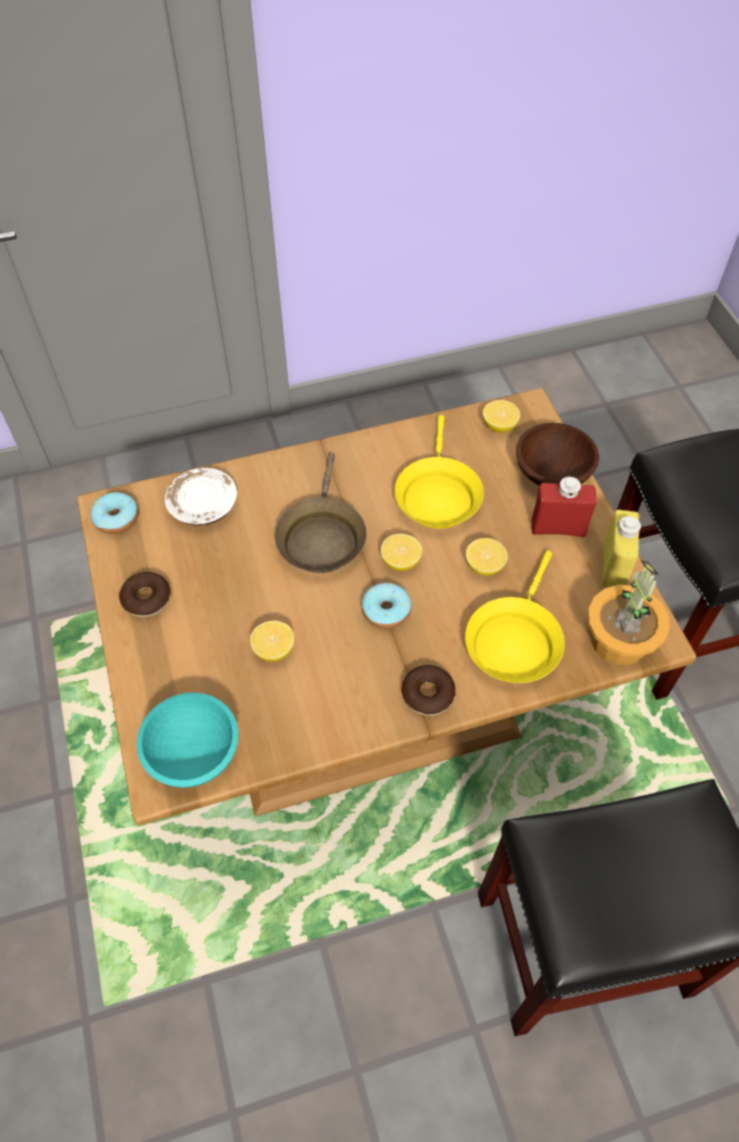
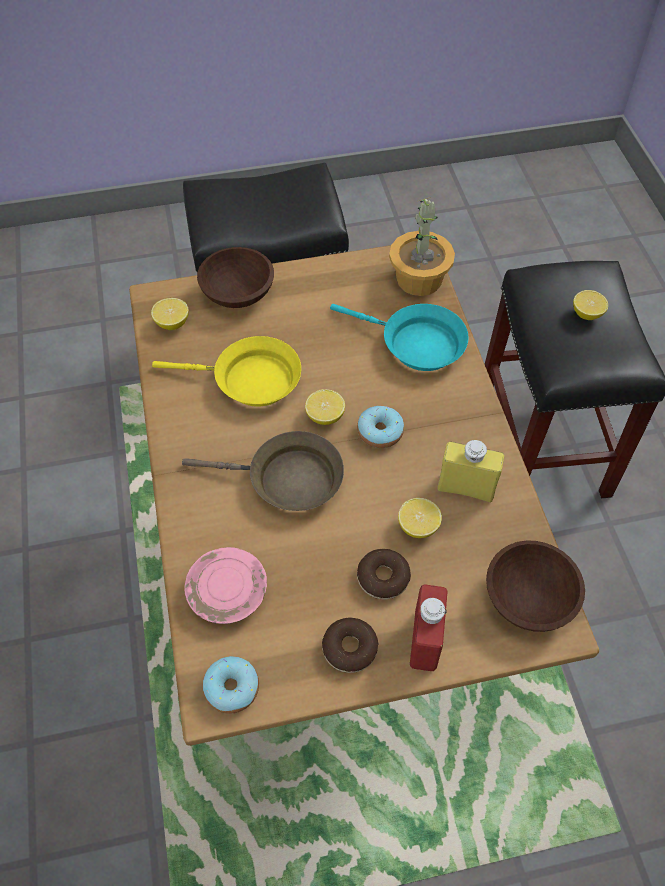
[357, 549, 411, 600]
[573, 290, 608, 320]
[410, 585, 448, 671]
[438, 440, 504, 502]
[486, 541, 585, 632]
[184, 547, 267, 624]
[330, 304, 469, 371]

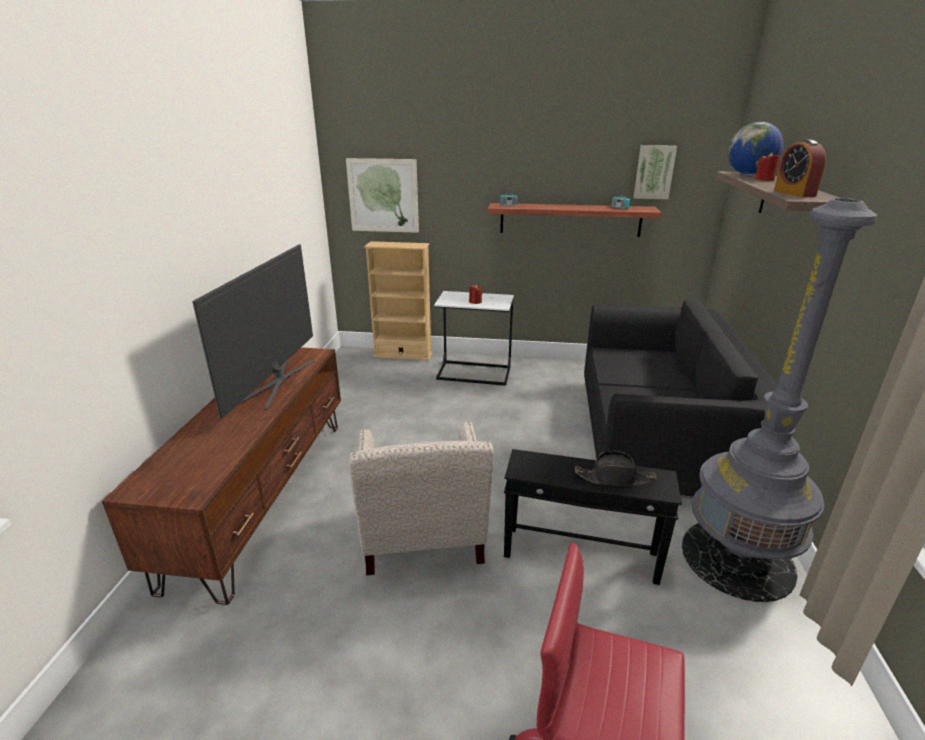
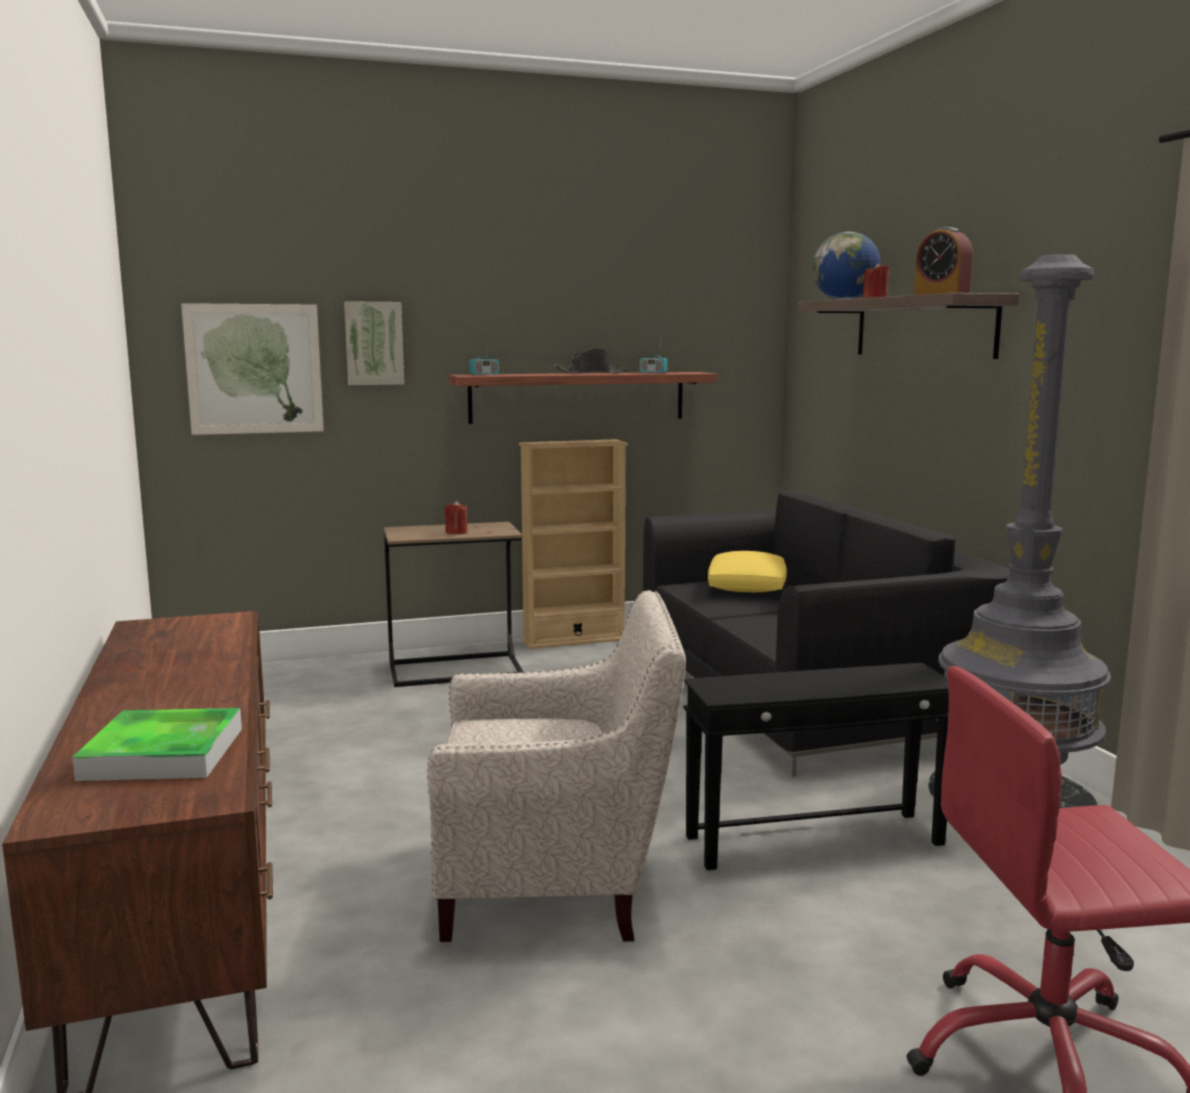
[192, 244, 315, 418] (first image)
[72, 708, 242, 781]
[708, 551, 787, 592]
[519, 439, 628, 649]
[554, 348, 628, 374]
[344, 301, 404, 385]
[384, 522, 524, 687]
[427, 590, 686, 942]

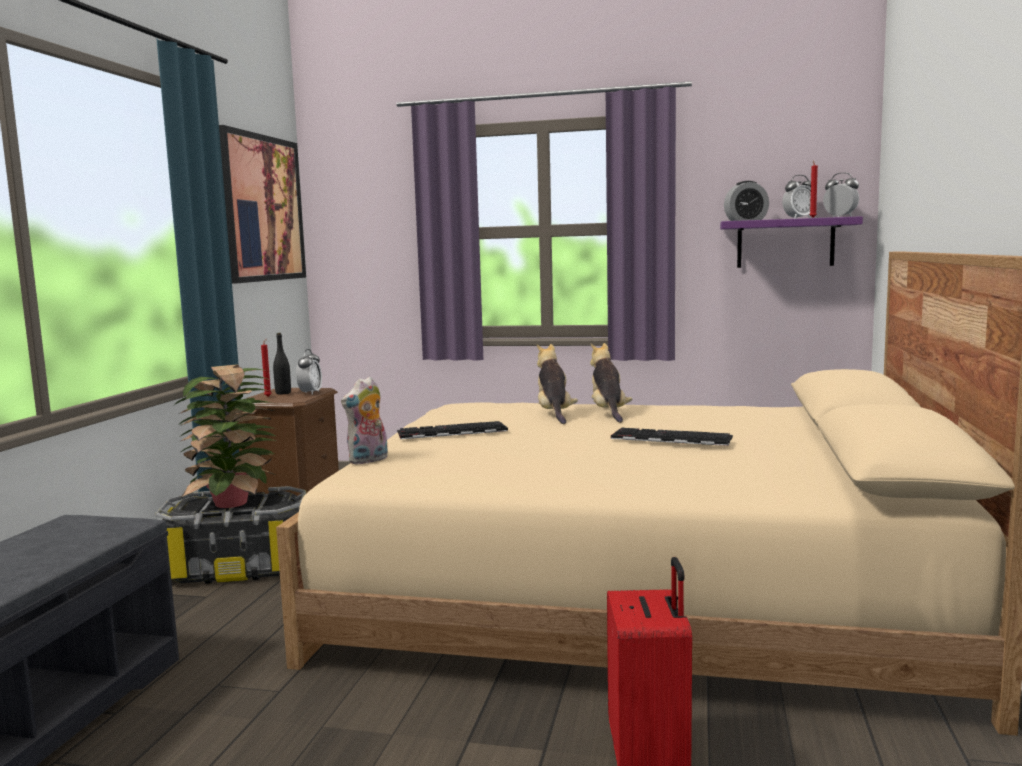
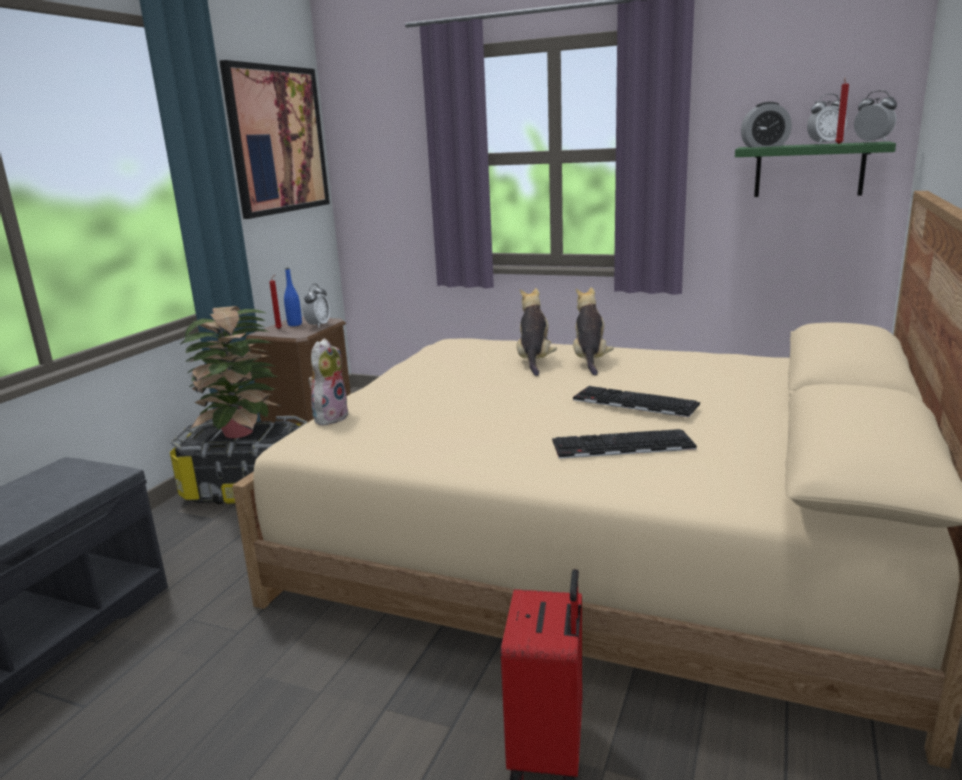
[552, 429, 697, 459]
[284, 268, 302, 326]
[735, 142, 896, 197]
[308, 338, 348, 425]

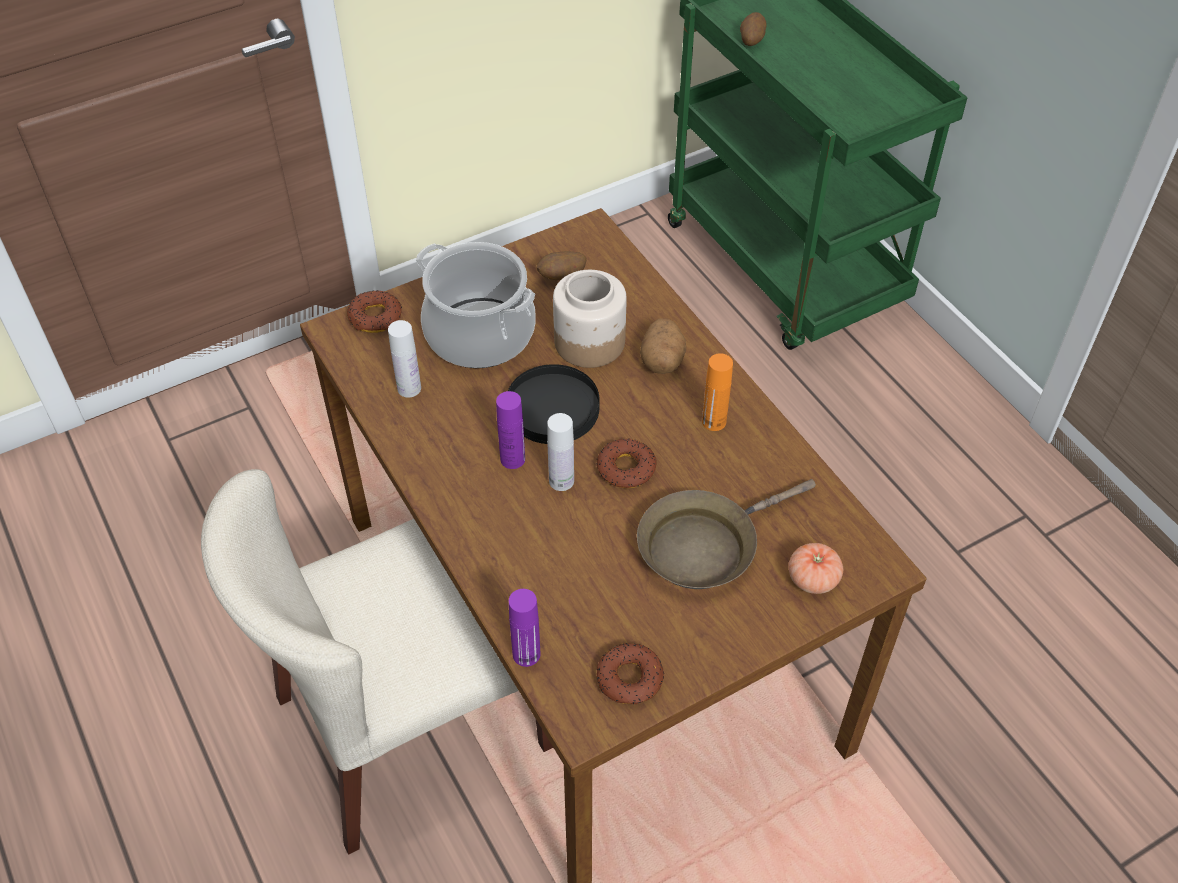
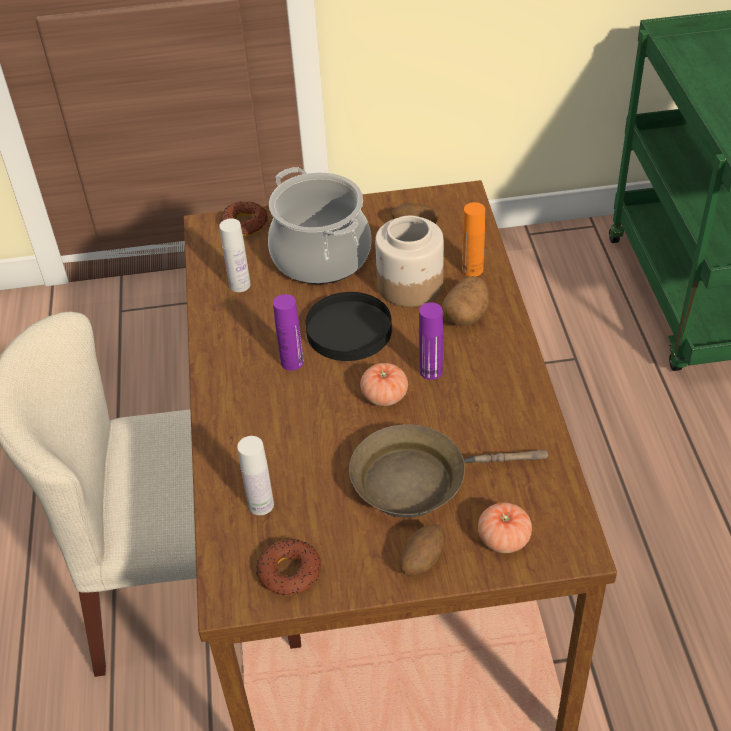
[419, 302, 443, 380]
[237, 436, 274, 515]
[462, 202, 485, 277]
[399, 524, 445, 576]
[360, 363, 408, 406]

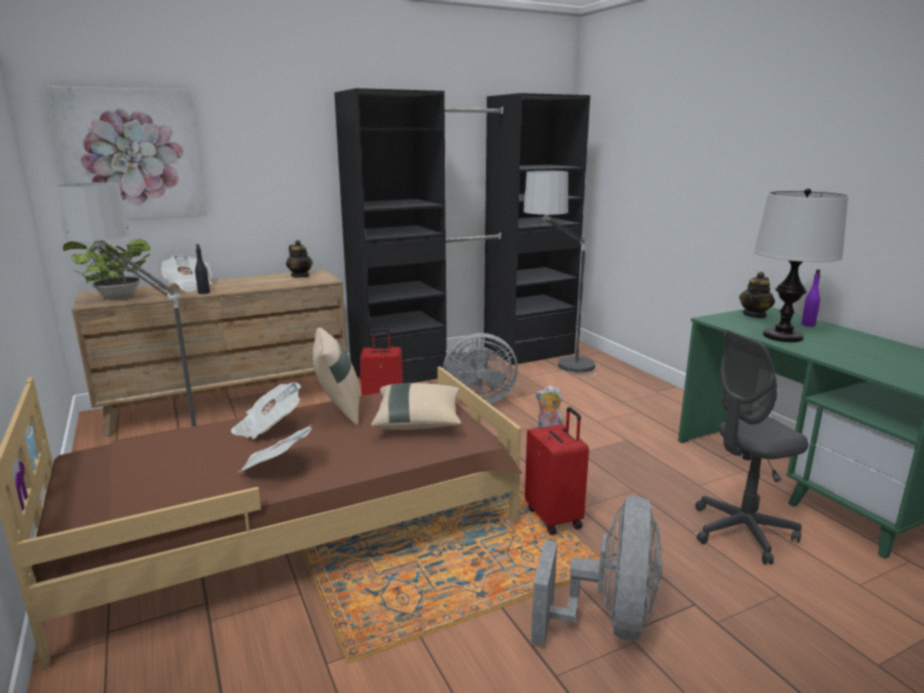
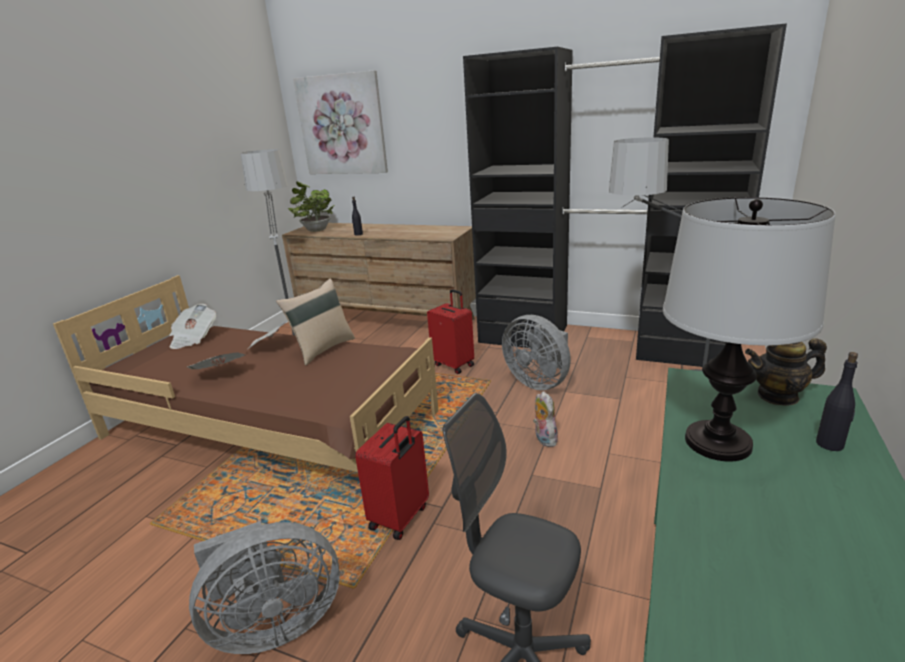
[286, 240, 313, 277] (first image)
[371, 383, 461, 430] (first image)
[169, 304, 216, 349]
[816, 352, 858, 451]

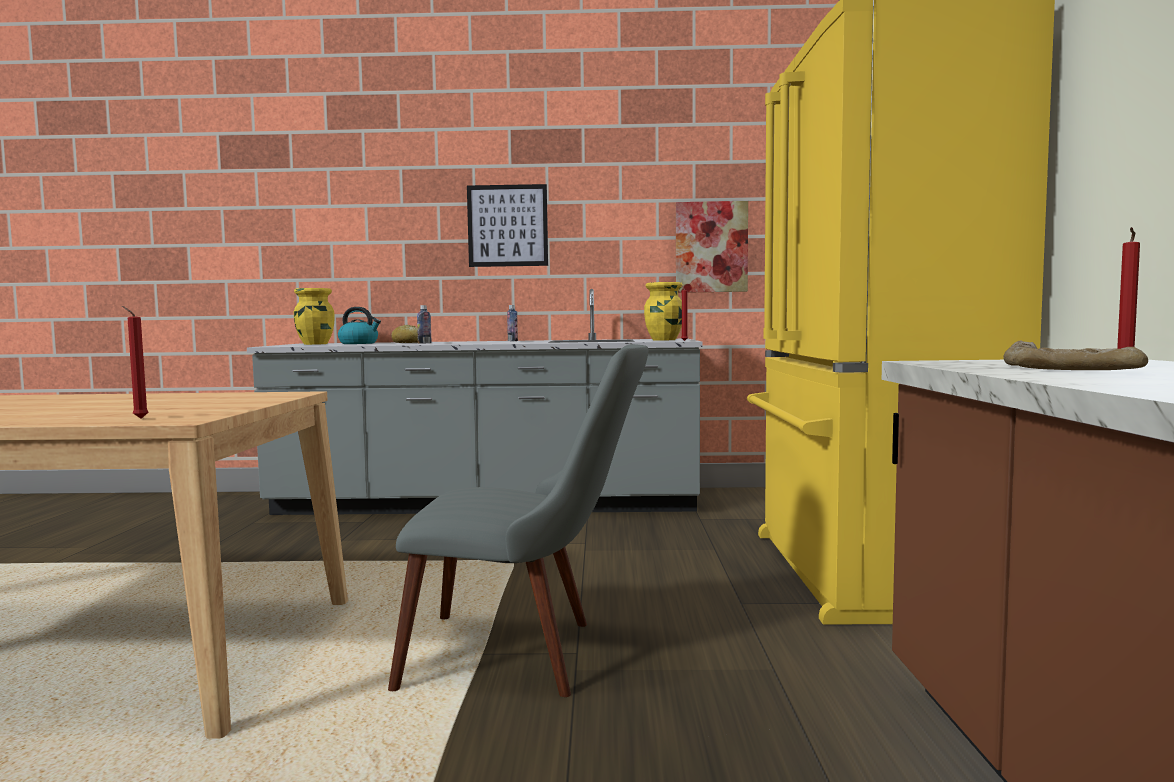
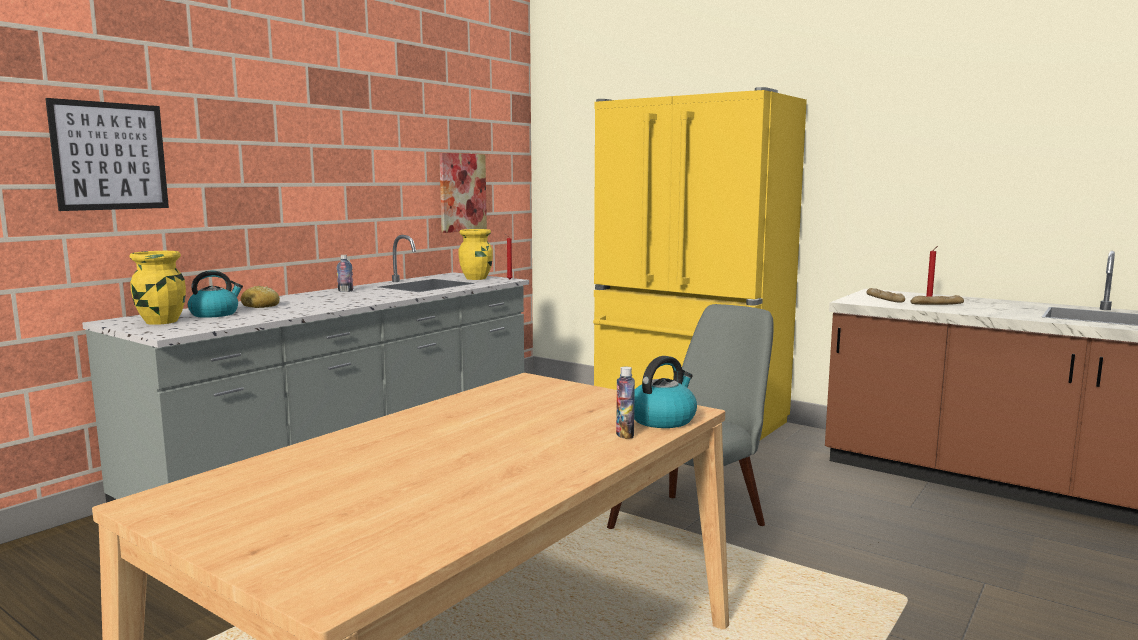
[616, 366, 635, 439]
[45, 98, 169, 211]
[634, 356, 697, 428]

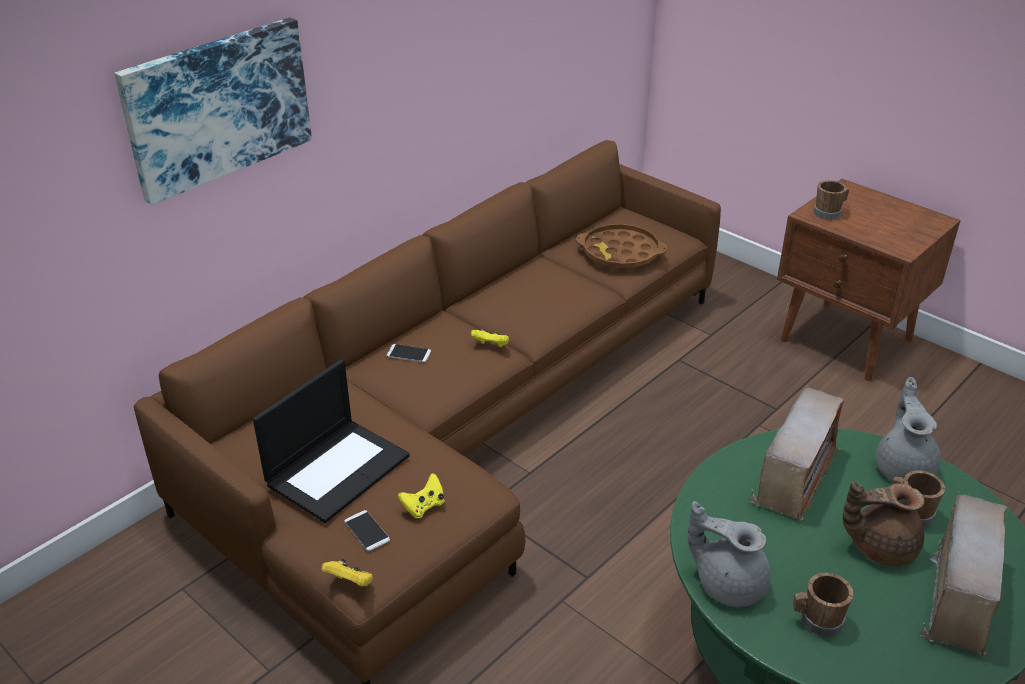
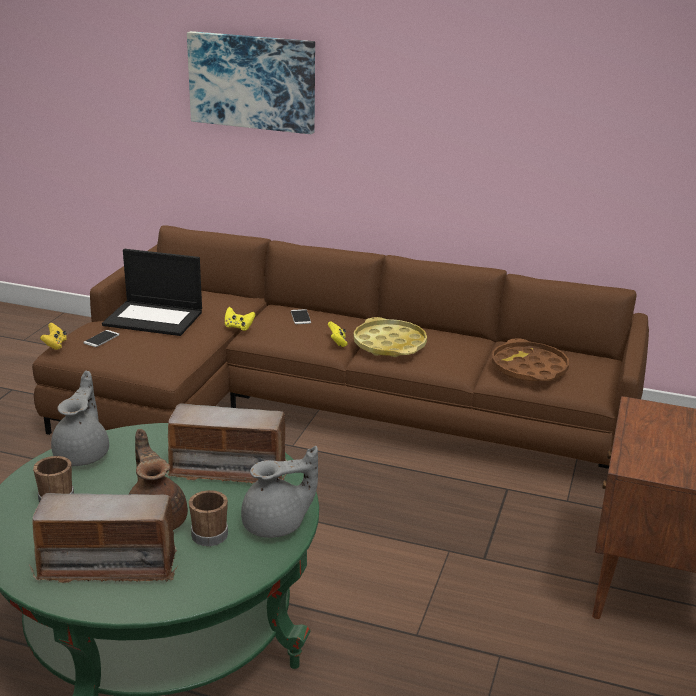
[813, 180, 849, 220] (first image)
[354, 317, 427, 357]
[225, 307, 255, 331]

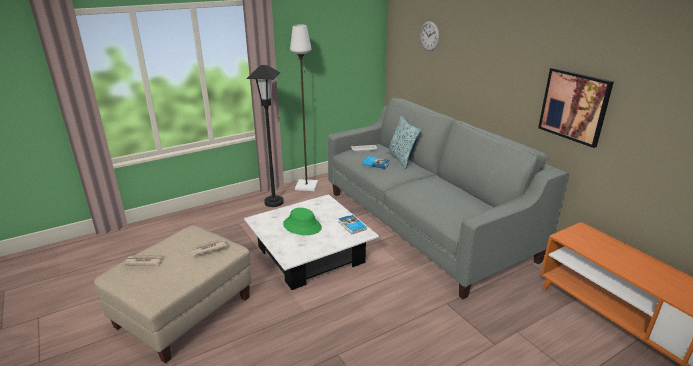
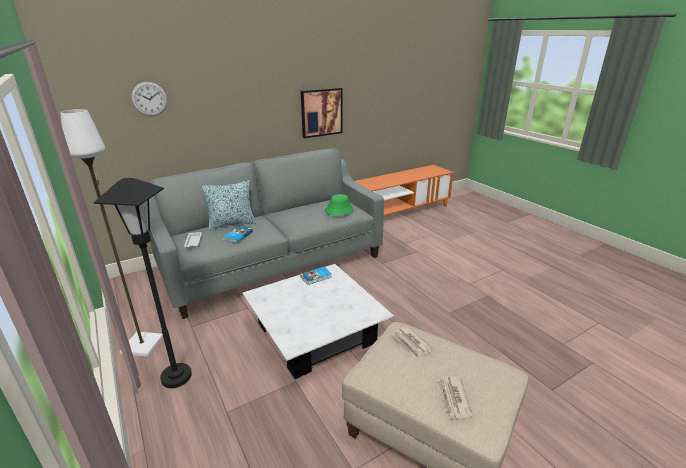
[325, 194, 354, 216]

